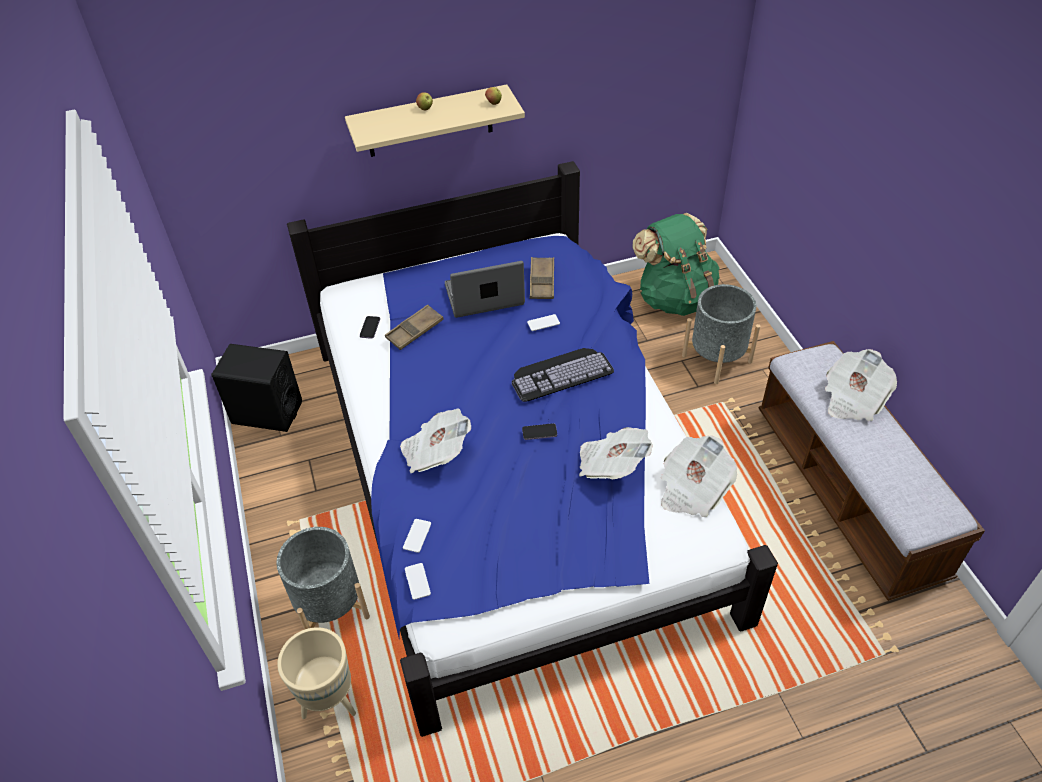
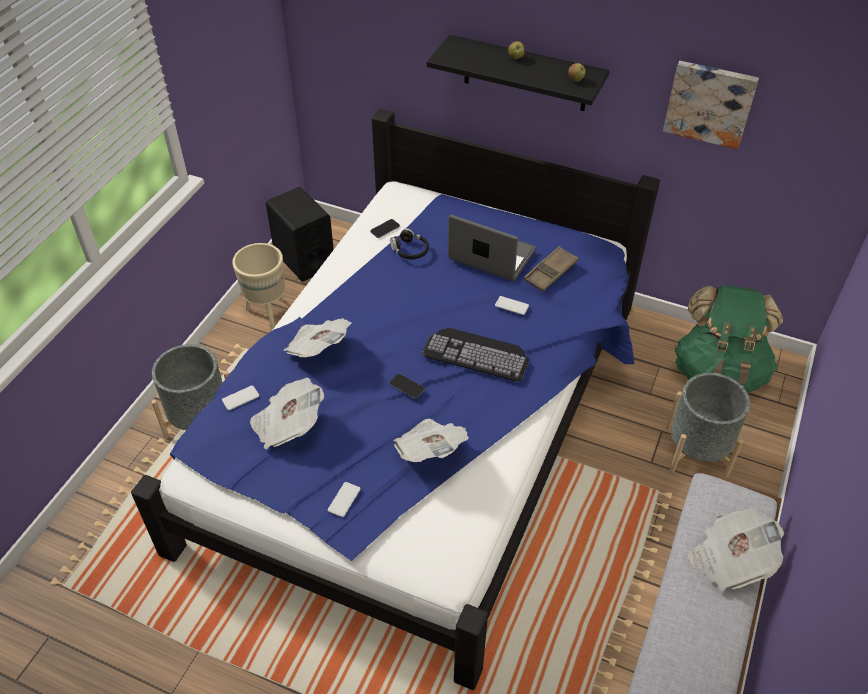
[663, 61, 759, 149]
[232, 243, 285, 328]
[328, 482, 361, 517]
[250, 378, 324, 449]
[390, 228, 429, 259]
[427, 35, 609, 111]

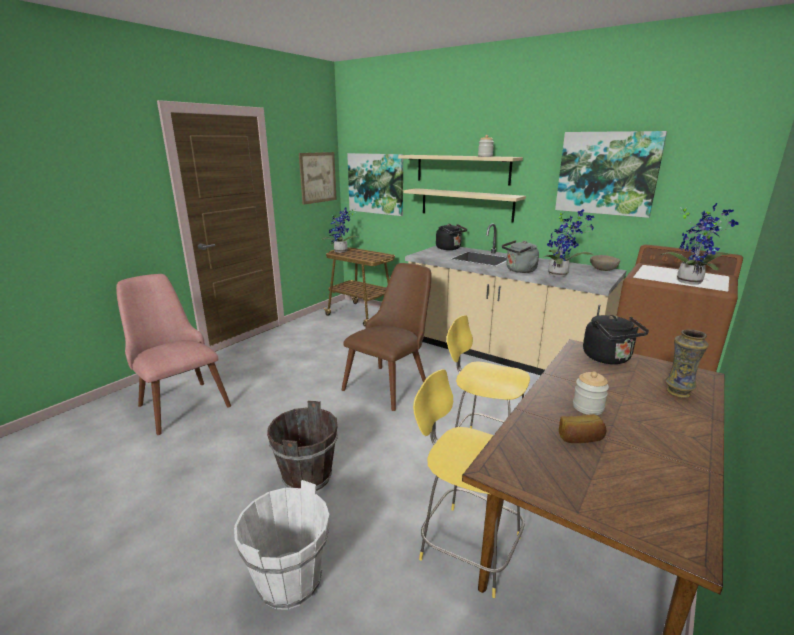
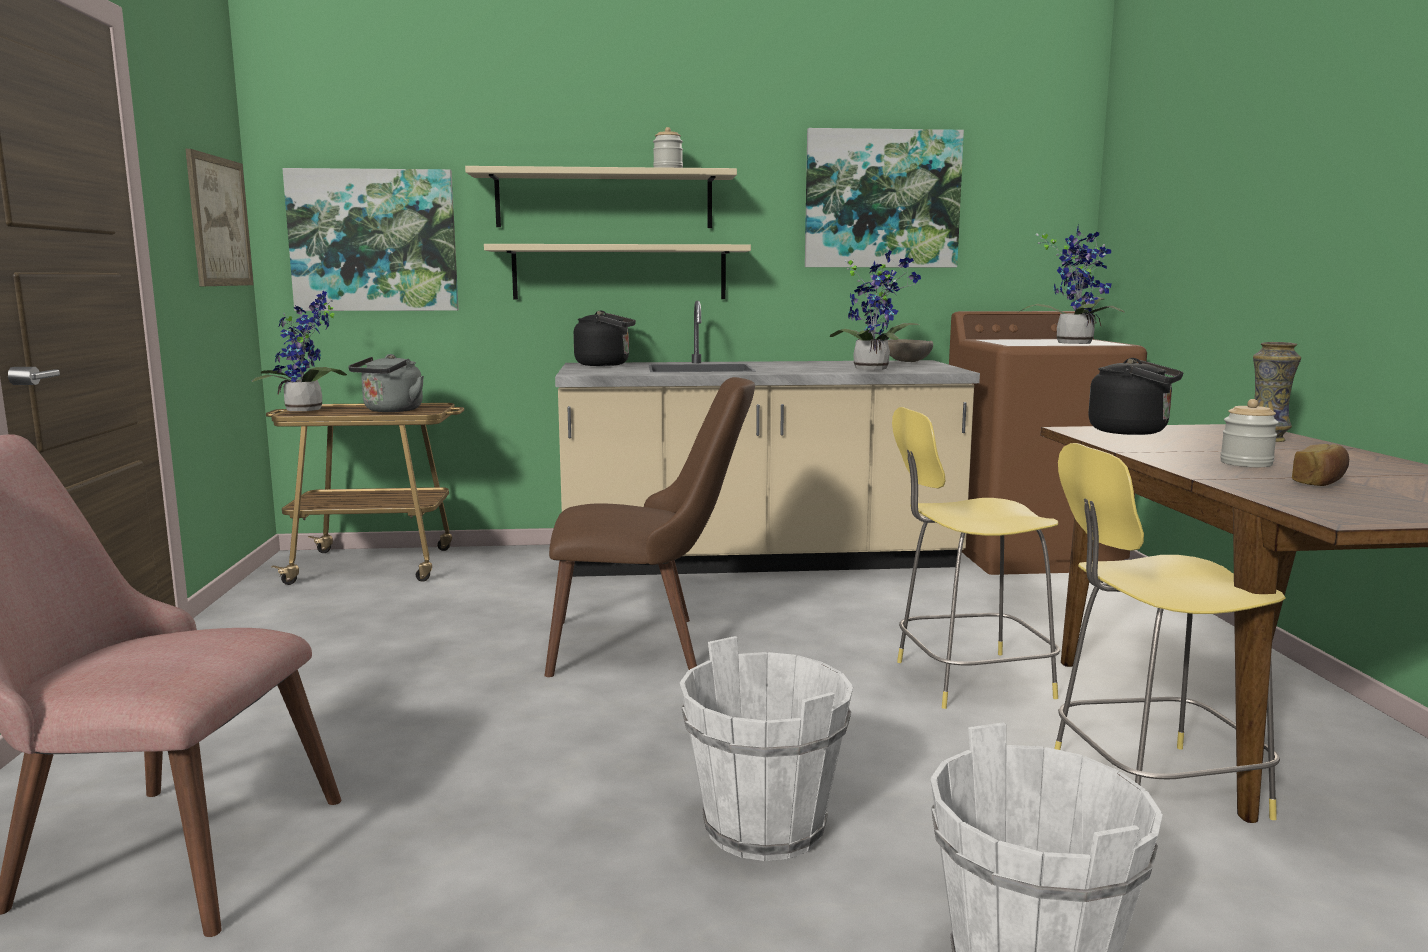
[348, 354, 424, 412]
[680, 636, 853, 861]
[545, 377, 755, 677]

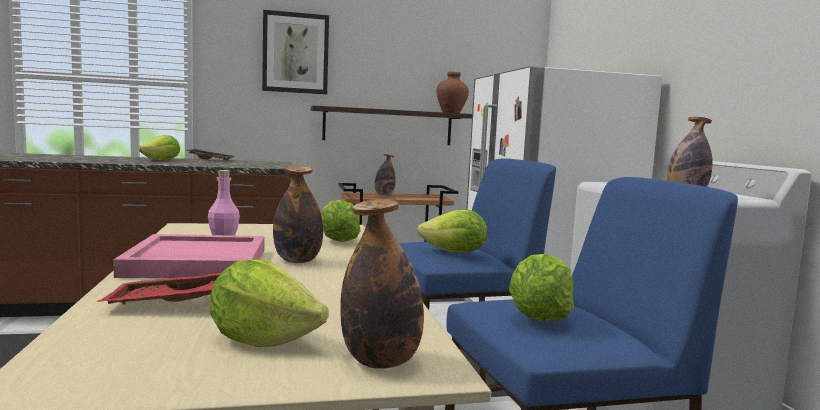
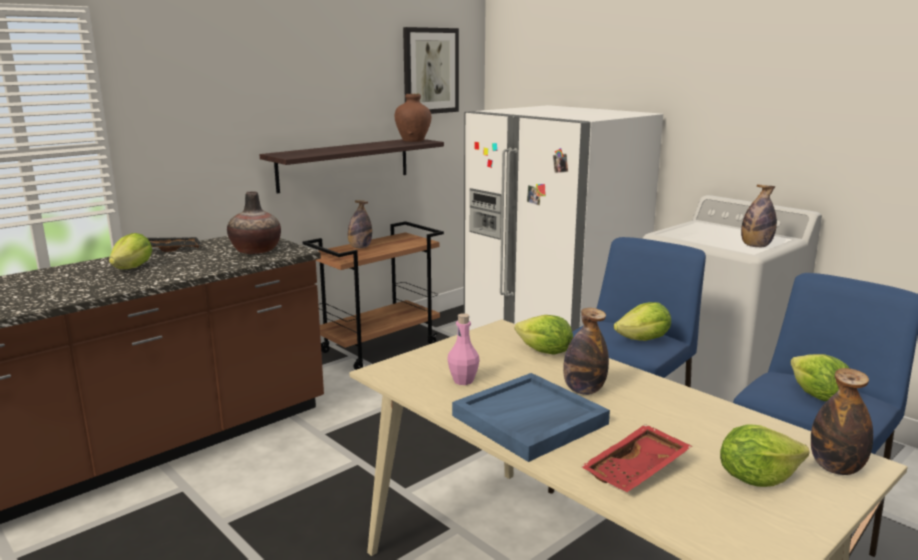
[227, 191, 281, 254]
[403, 27, 459, 114]
[452, 373, 610, 462]

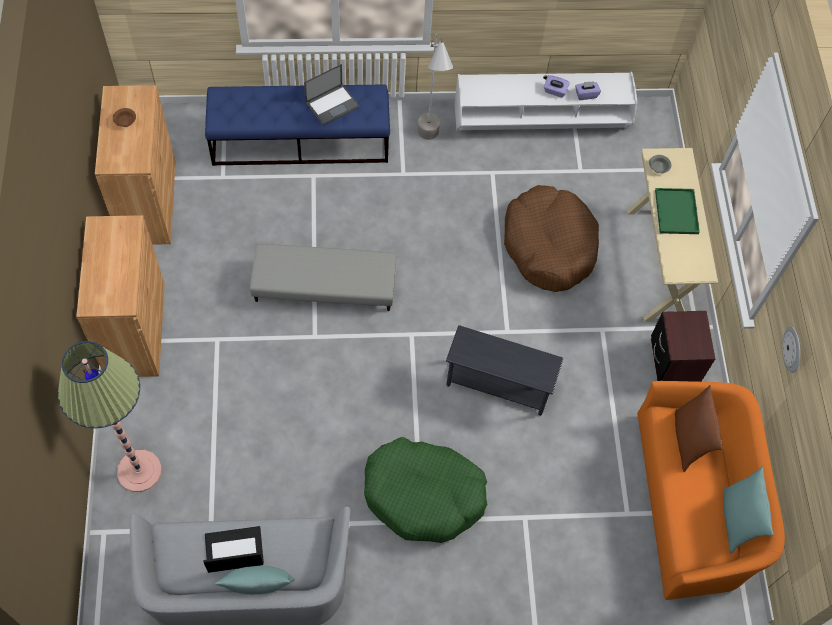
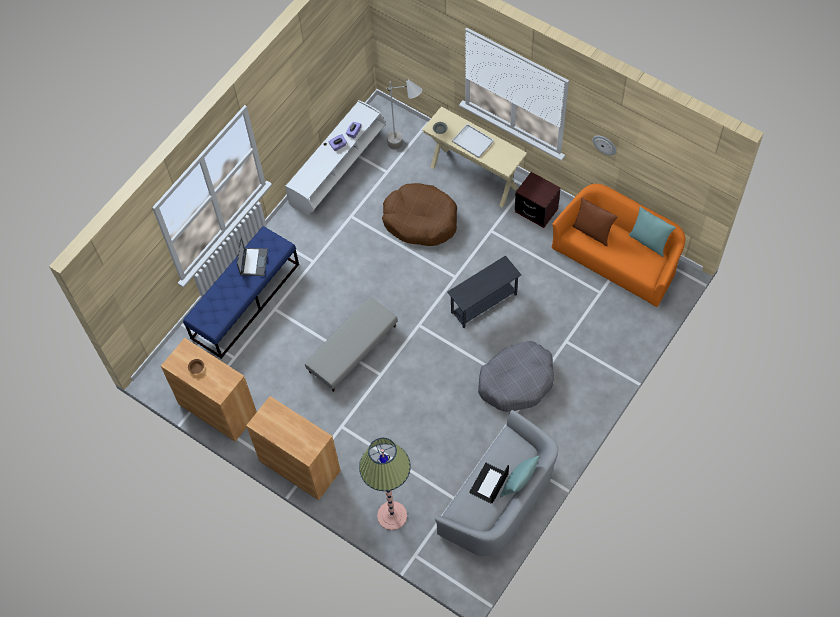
[386, 78, 422, 150]
[478, 341, 554, 412]
[452, 124, 494, 158]

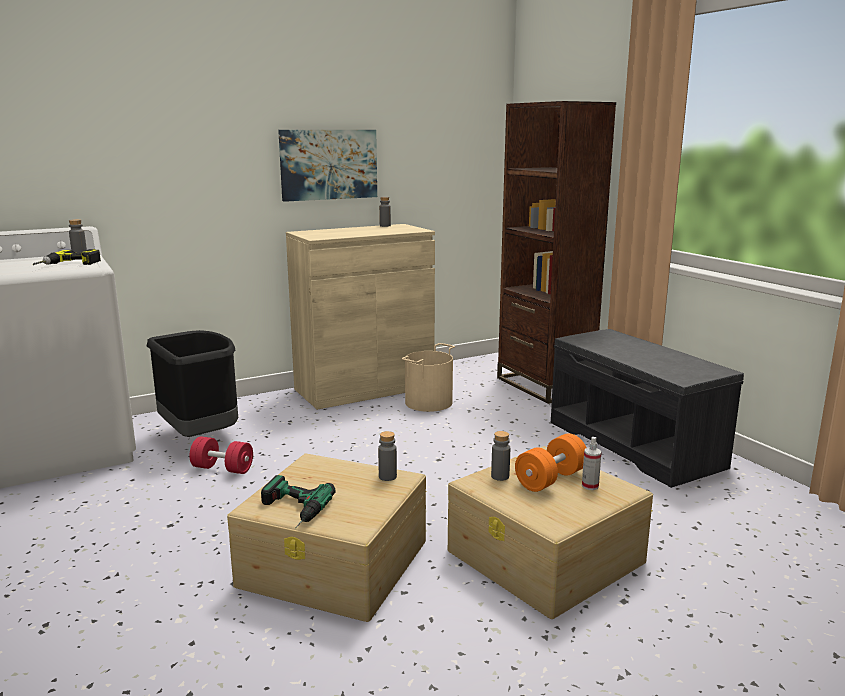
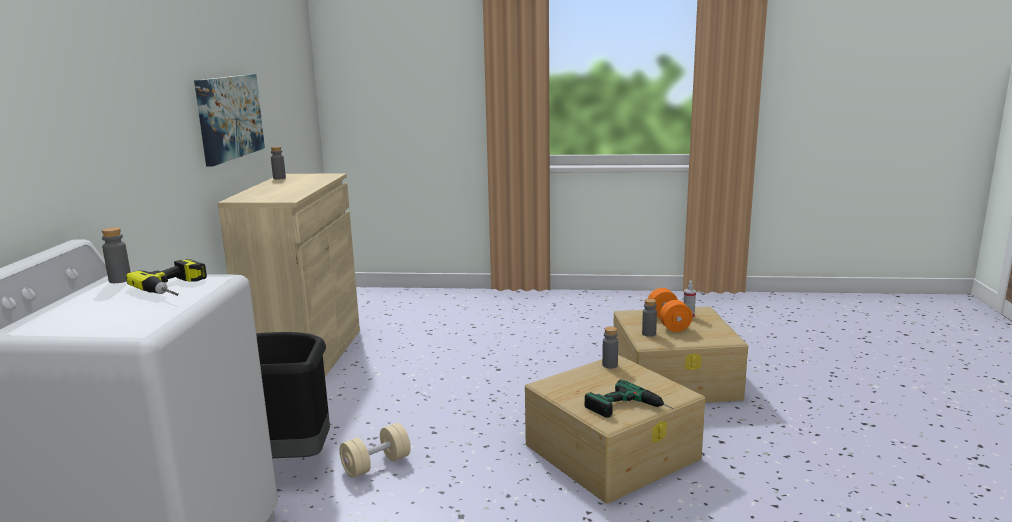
[402, 343, 455, 412] (first image)
[497, 101, 616, 404] (first image)
[551, 329, 744, 488] (first image)
[340, 423, 411, 478]

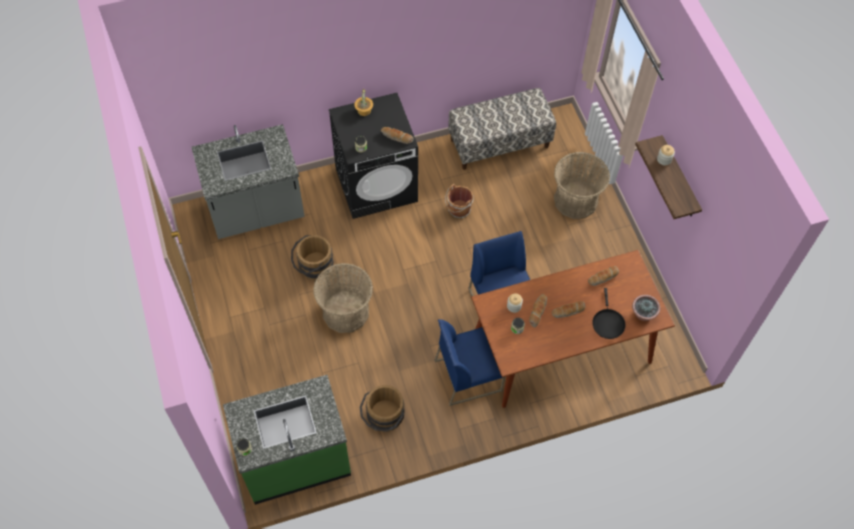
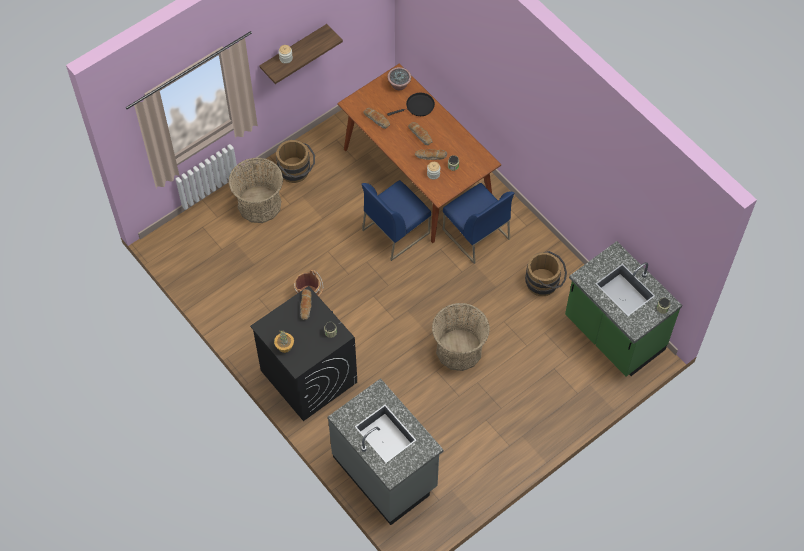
[448, 88, 556, 170] (first image)
[276, 140, 315, 183]

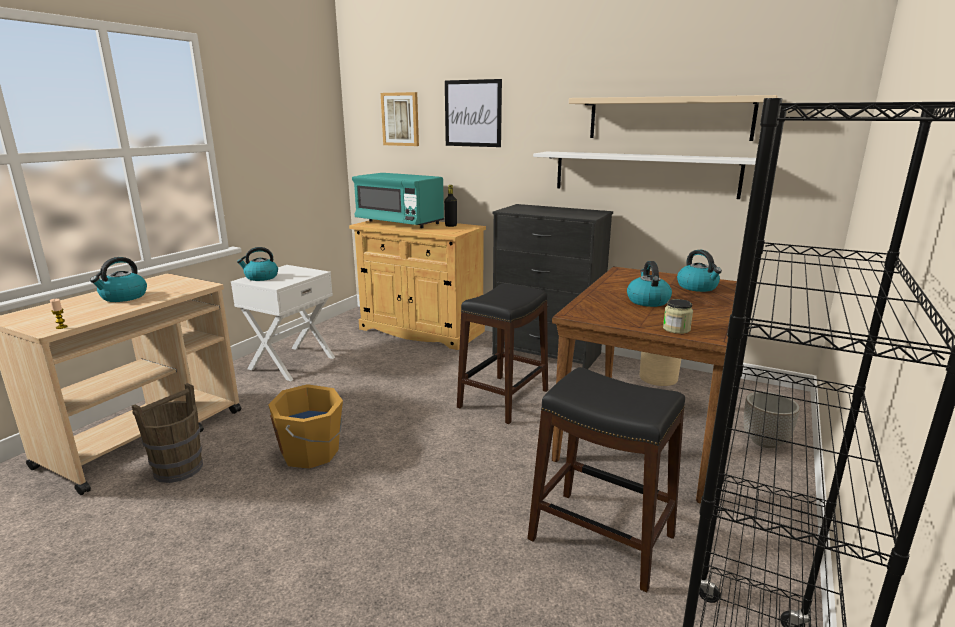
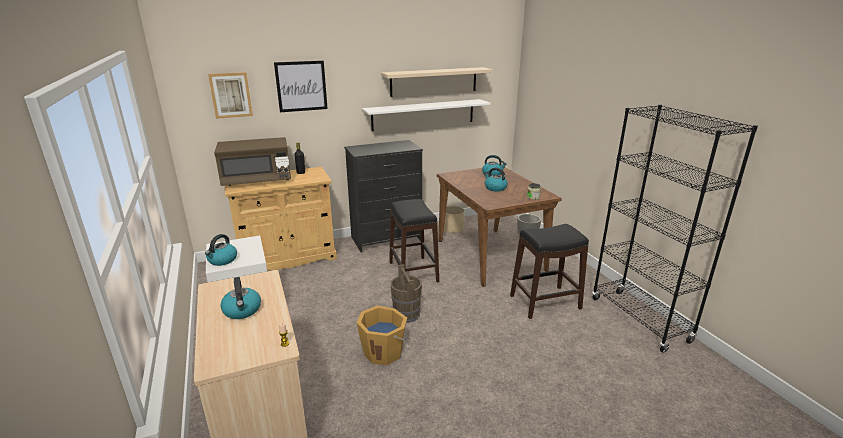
[390, 264, 422, 323]
[214, 137, 291, 186]

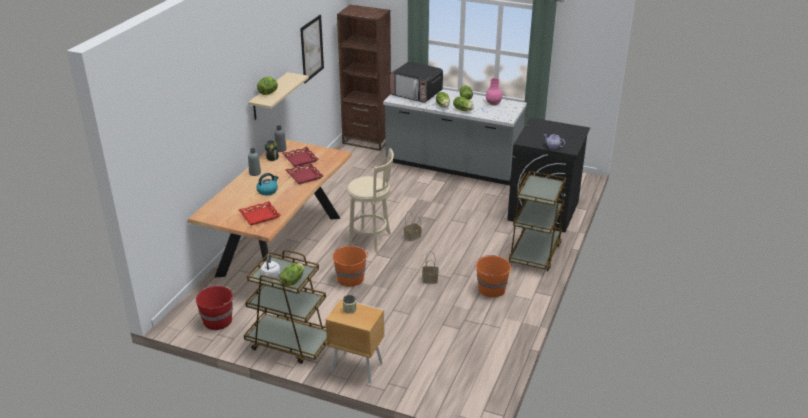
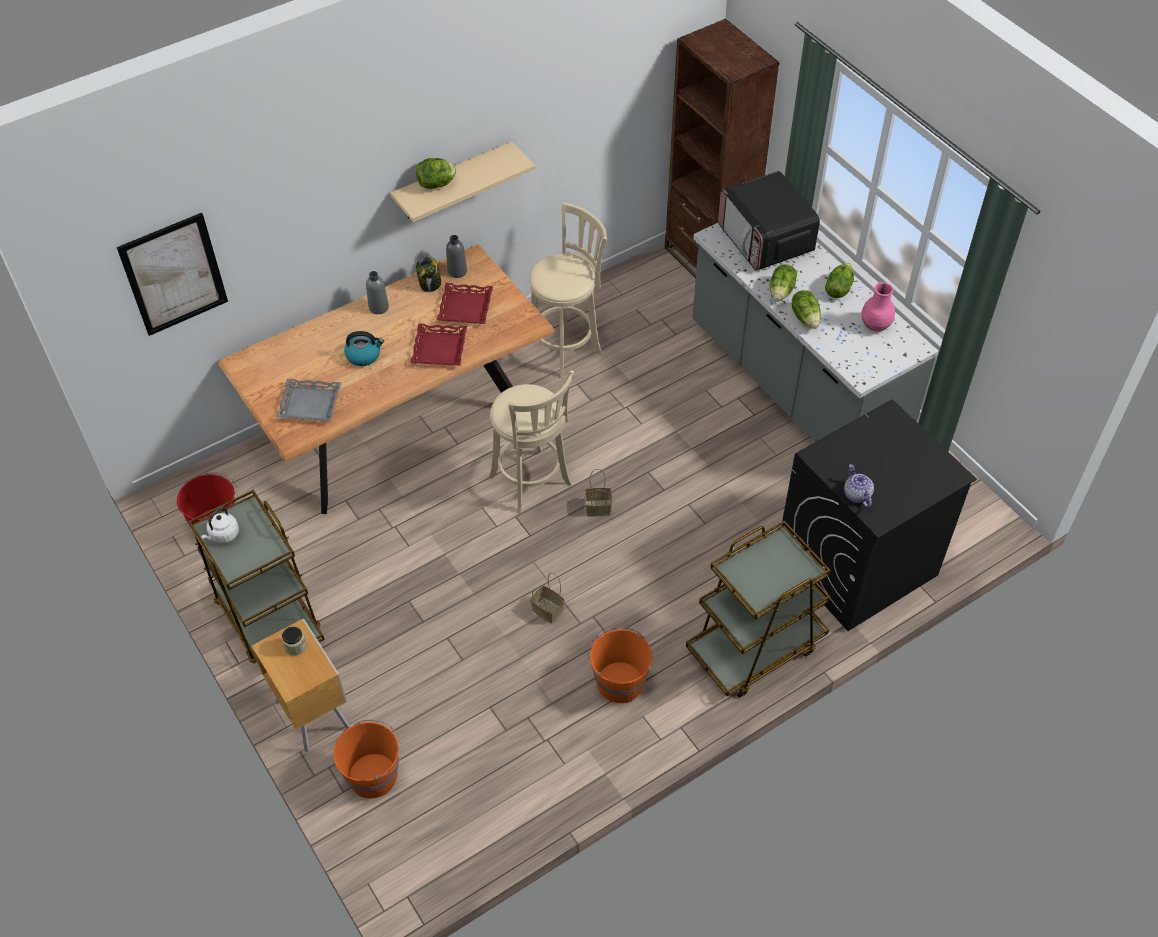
[279, 263, 304, 286] (first image)
[529, 202, 607, 378]
[116, 213, 228, 336]
[333, 720, 402, 798]
[276, 379, 341, 421]

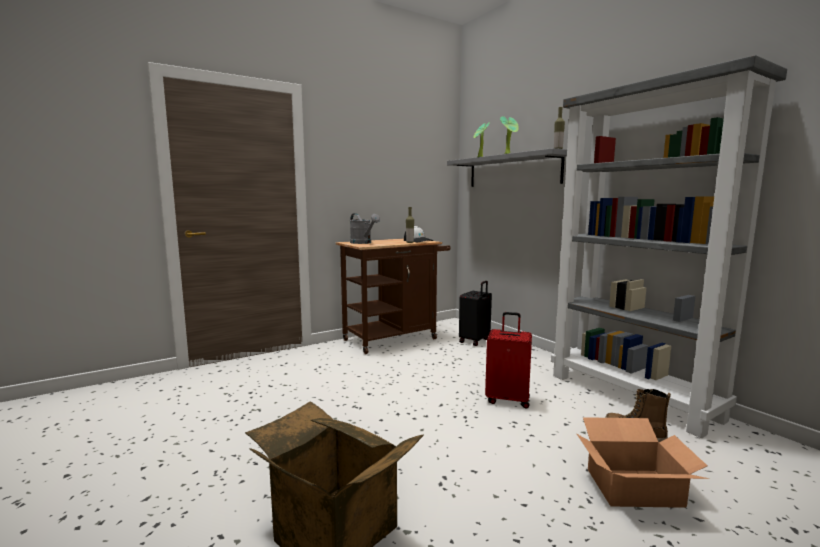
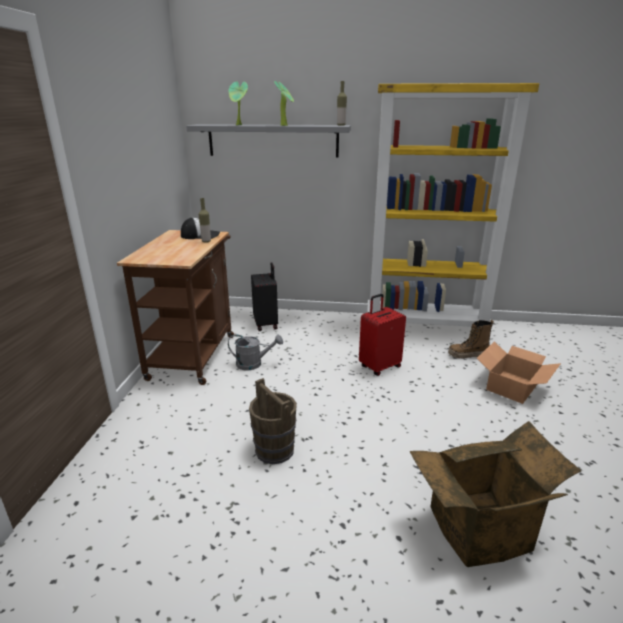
[249, 378, 297, 464]
[228, 334, 283, 370]
[367, 83, 539, 327]

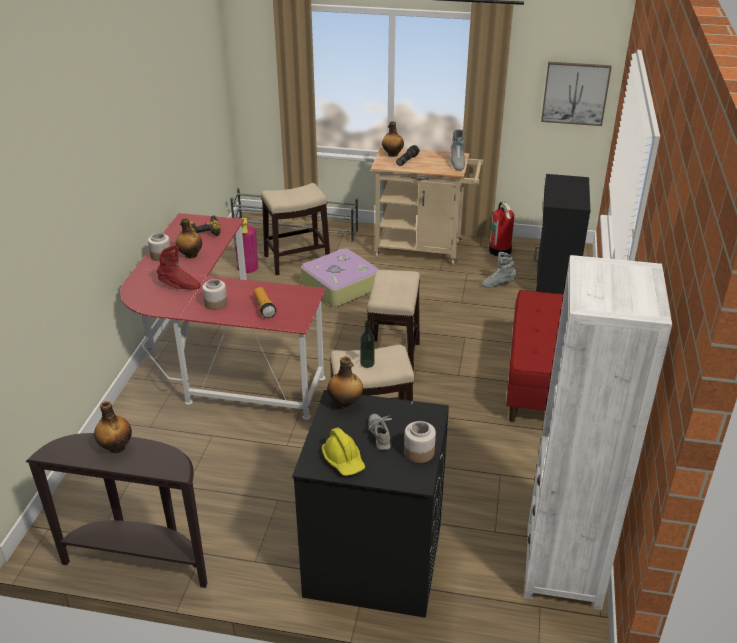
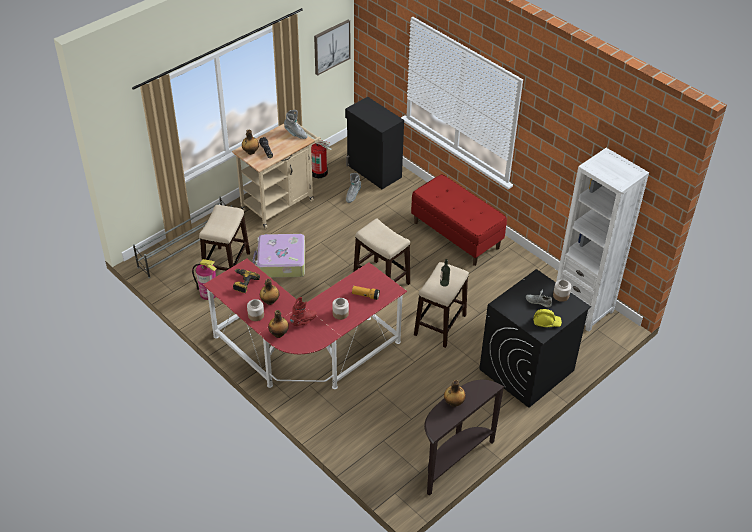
[268, 310, 289, 338]

